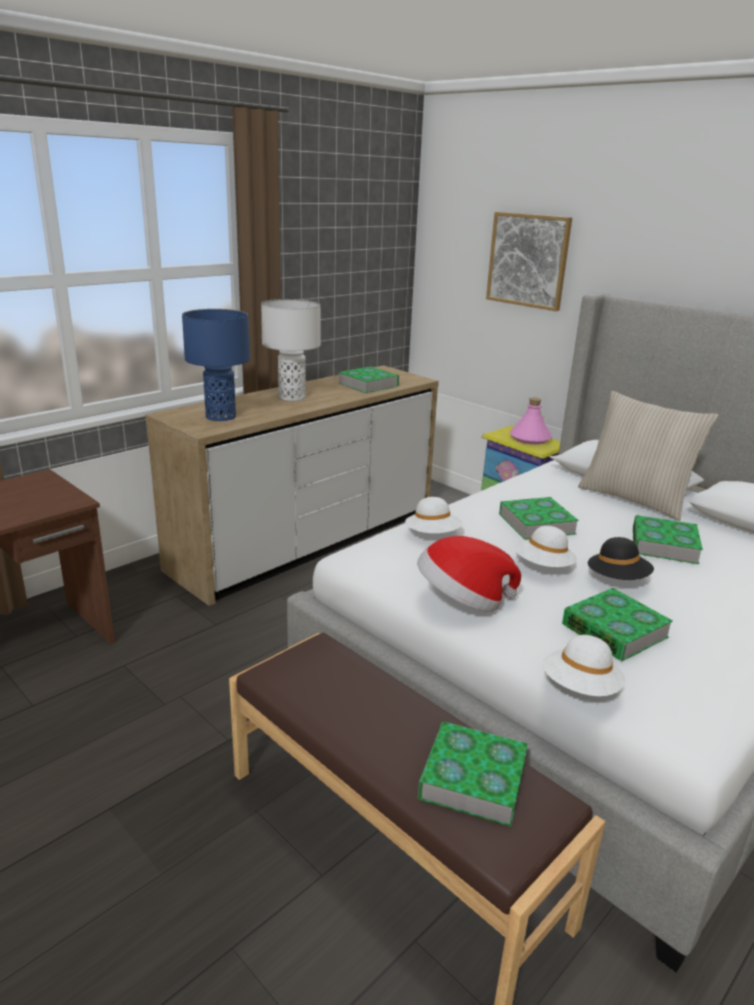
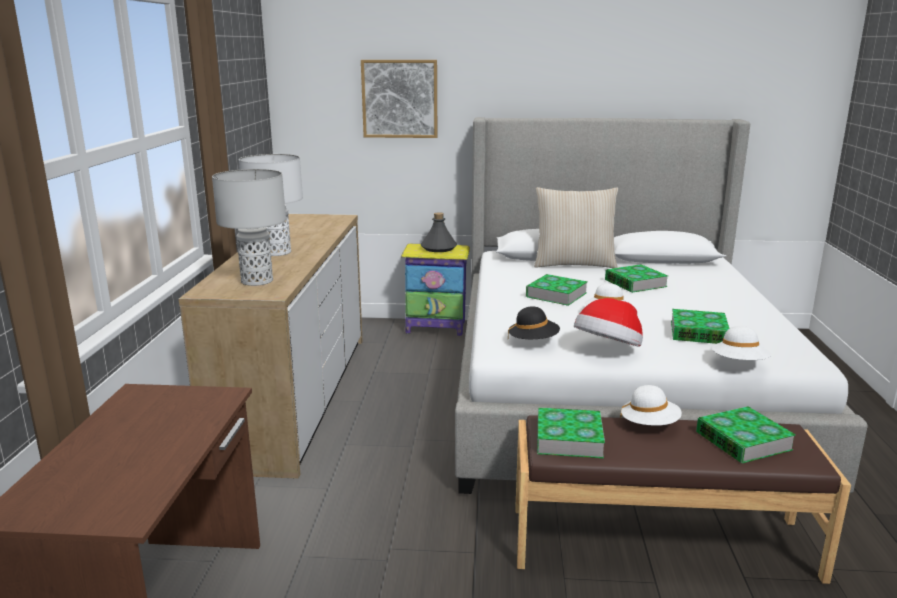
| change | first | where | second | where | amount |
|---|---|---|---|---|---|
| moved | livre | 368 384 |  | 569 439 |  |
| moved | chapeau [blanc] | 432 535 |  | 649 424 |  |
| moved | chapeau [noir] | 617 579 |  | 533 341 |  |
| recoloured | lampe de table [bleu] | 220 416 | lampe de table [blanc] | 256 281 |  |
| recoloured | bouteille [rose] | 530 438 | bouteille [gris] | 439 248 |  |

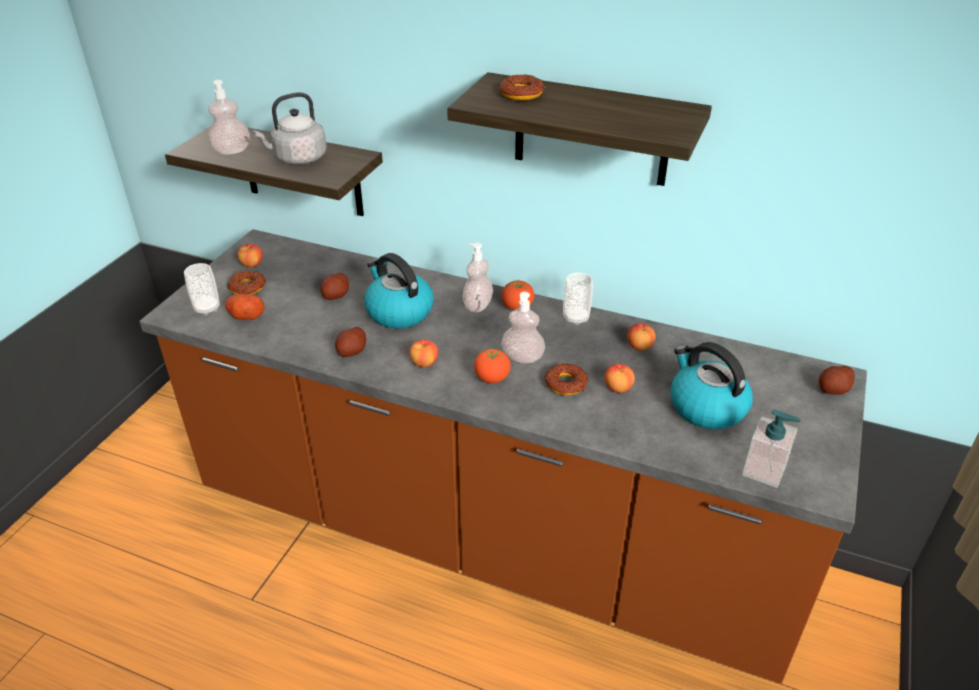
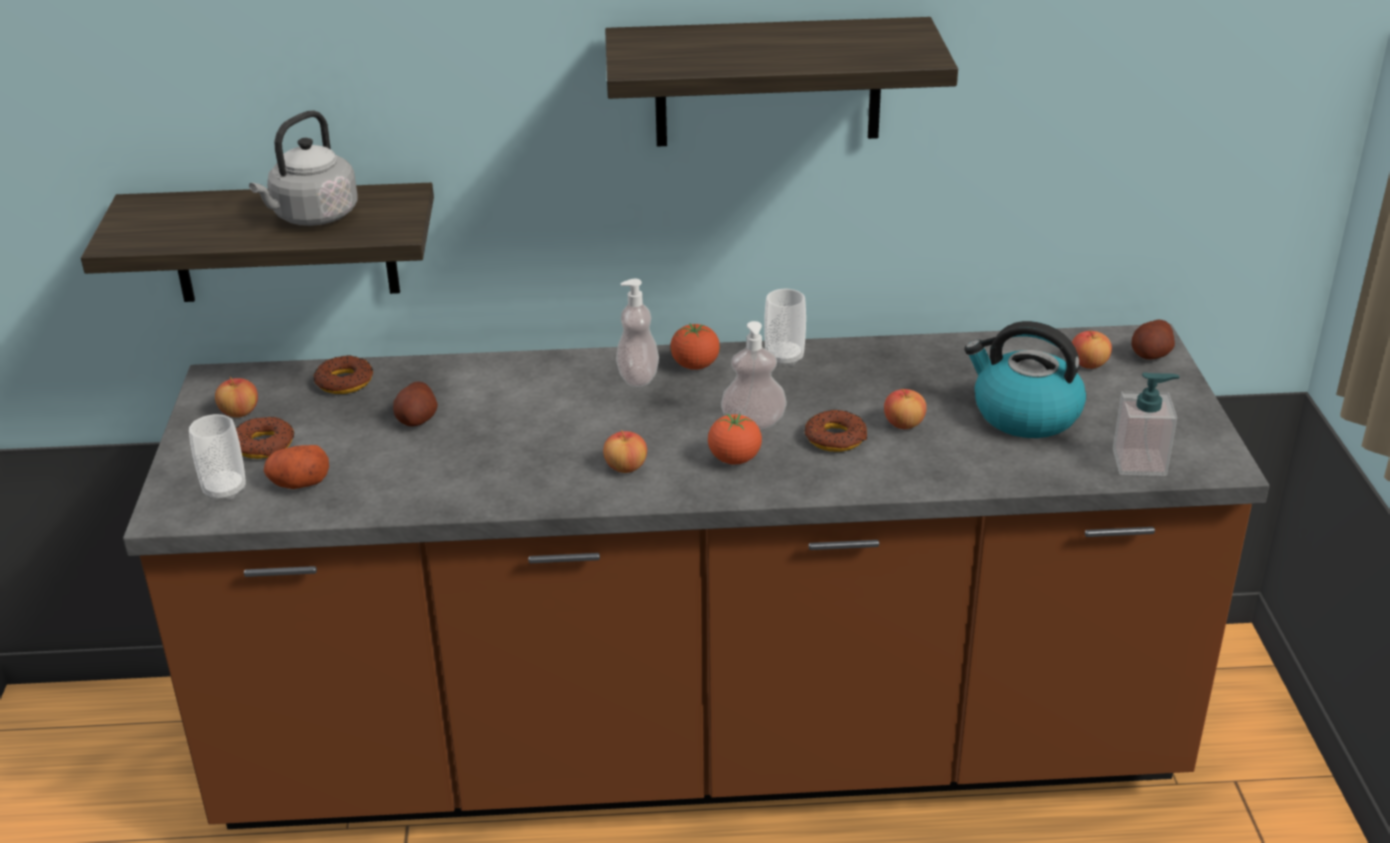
| change | first | where | second | where | amount |
|---|---|---|---|---|---|
| removed | distributeur de savon | 232 151 |  |  |  |
| removed | pomme de terre | 352 352 |  |  |  |
| removed | bouilloire | 398 312 |  |  |  |
| moved | beignet | 521 93 |  | 344 382 |  |
| moved | pomme | 639 346 |  | 1088 364 |  |

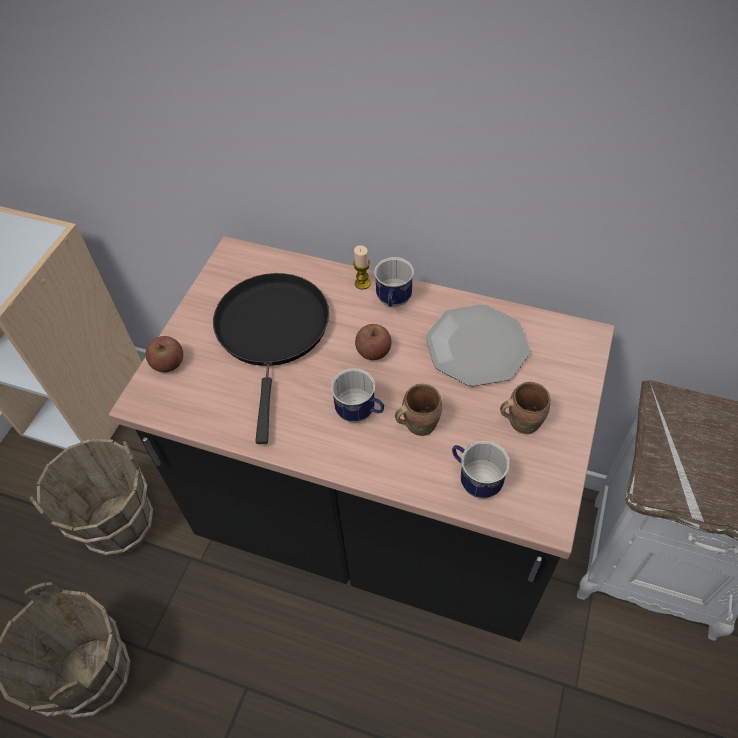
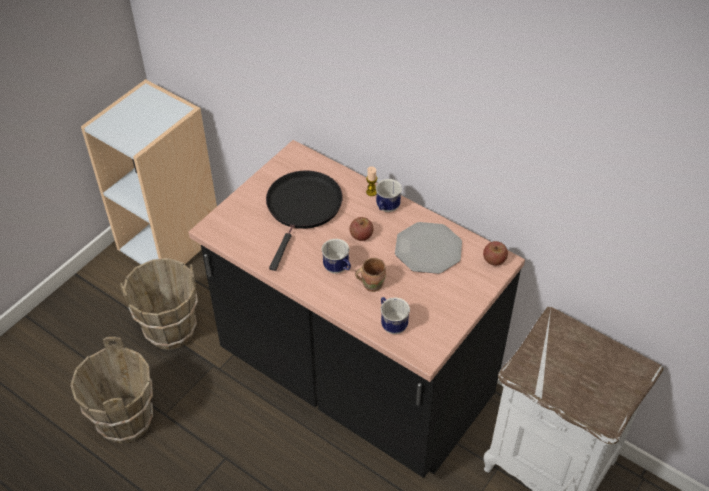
| change | first | where | second | where | amount |
|---|---|---|---|---|---|
| removed | mug [marron] | 522 420 |  |  |  |
| moved | pomme | 168 363 |  | 494 260 |  |

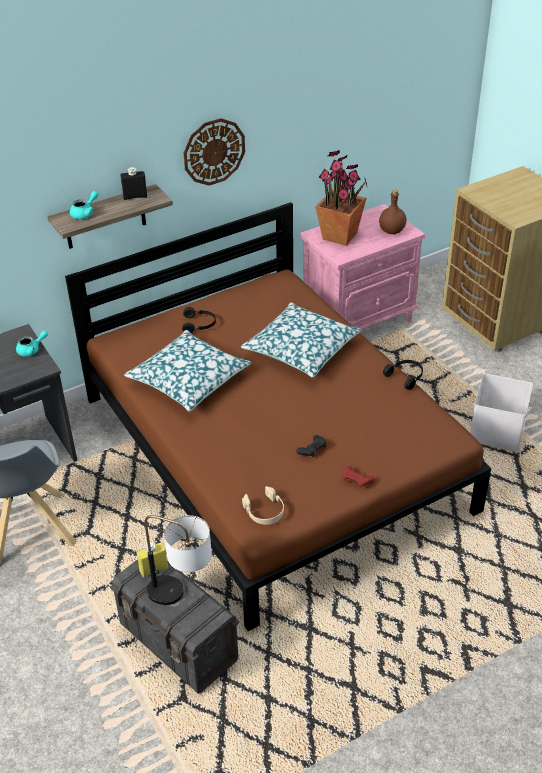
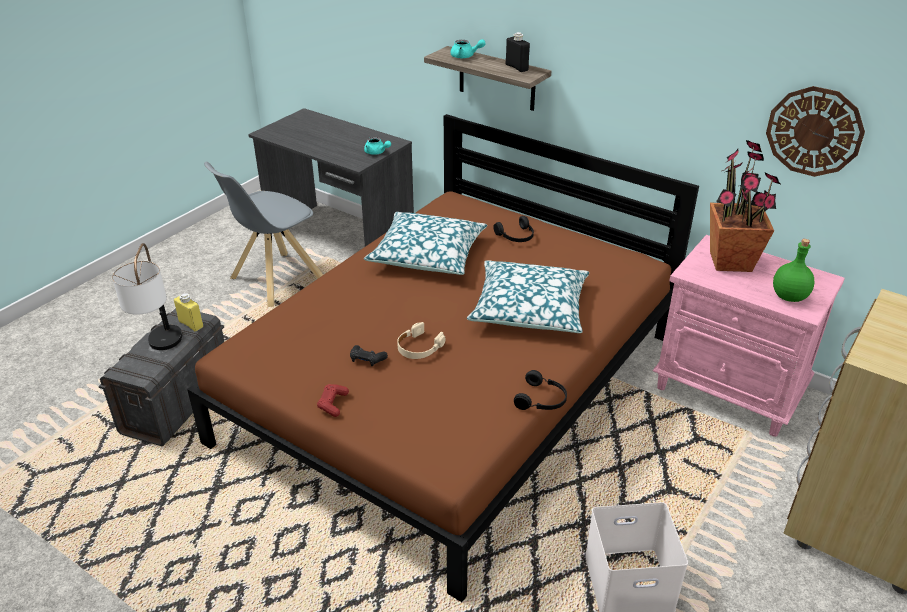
| change | first | where | second | where | amount |
|---|---|---|---|---|---|
| moved | horloge murale | 214 151 |  | 814 131 |  |
| moved | casque audio [beige] | 264 511 |  | 419 347 |  |
| recoloured | bouteille [marron] | 392 231 | bouteille [vert] | 789 297 |  |

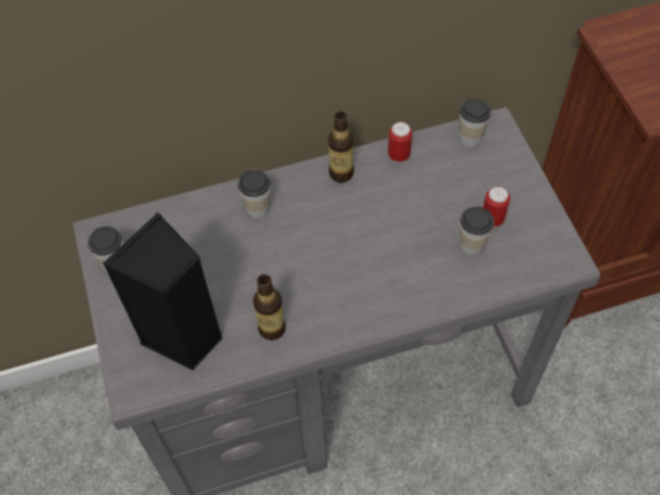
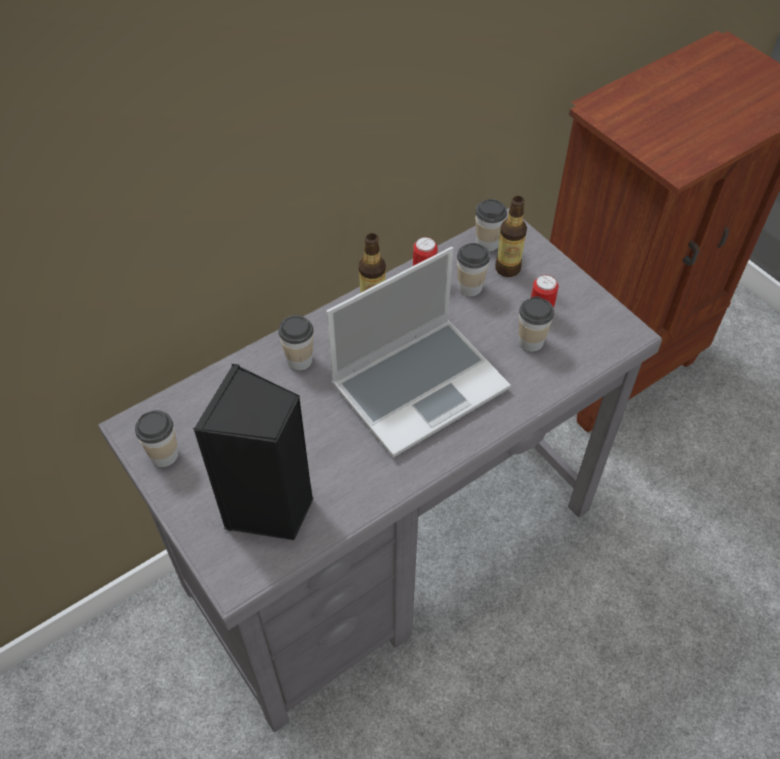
| change | first | where | second | where | amount |
|---|---|---|---|---|---|
| added |  |  | ordinateur portable | 420 385 |  |
| added |  |  | tasse | 470 287 |  |
| moved | bouteille | 272 328 |  | 507 268 |  |

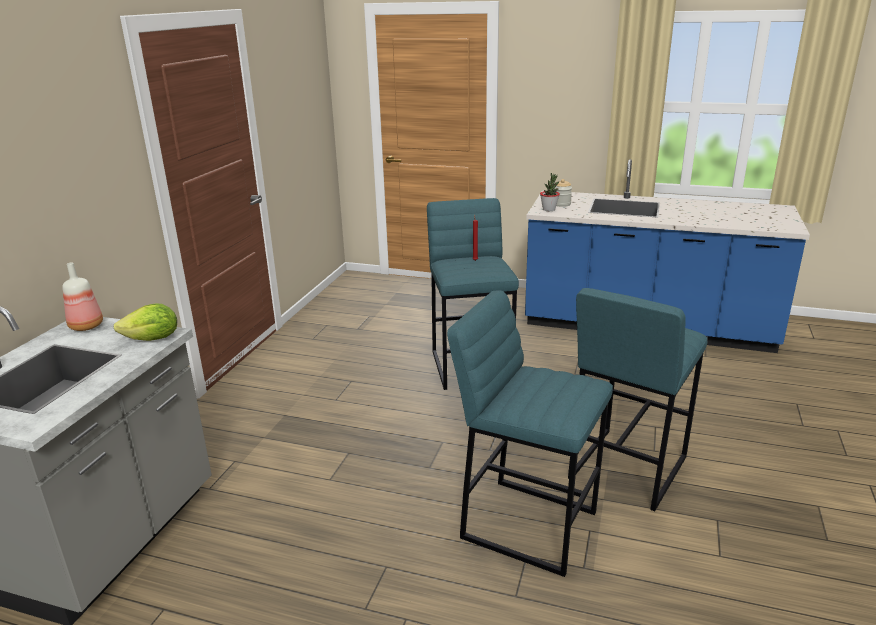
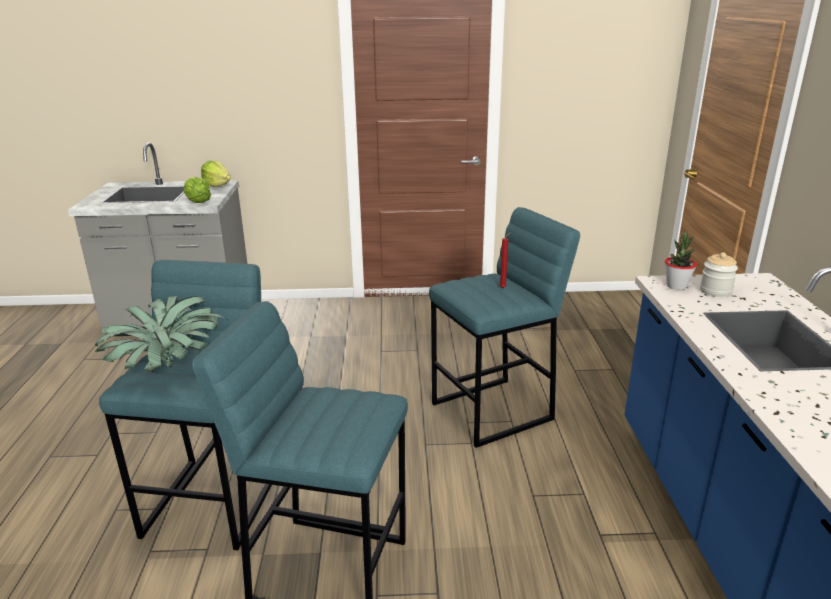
| change | first | where | second | where | amount |
|---|---|---|---|---|---|
| added |  |  | plante en pot | 167 369 |  |
| replaced | bouteille | 85 326 | laitue | 217 185 |  |

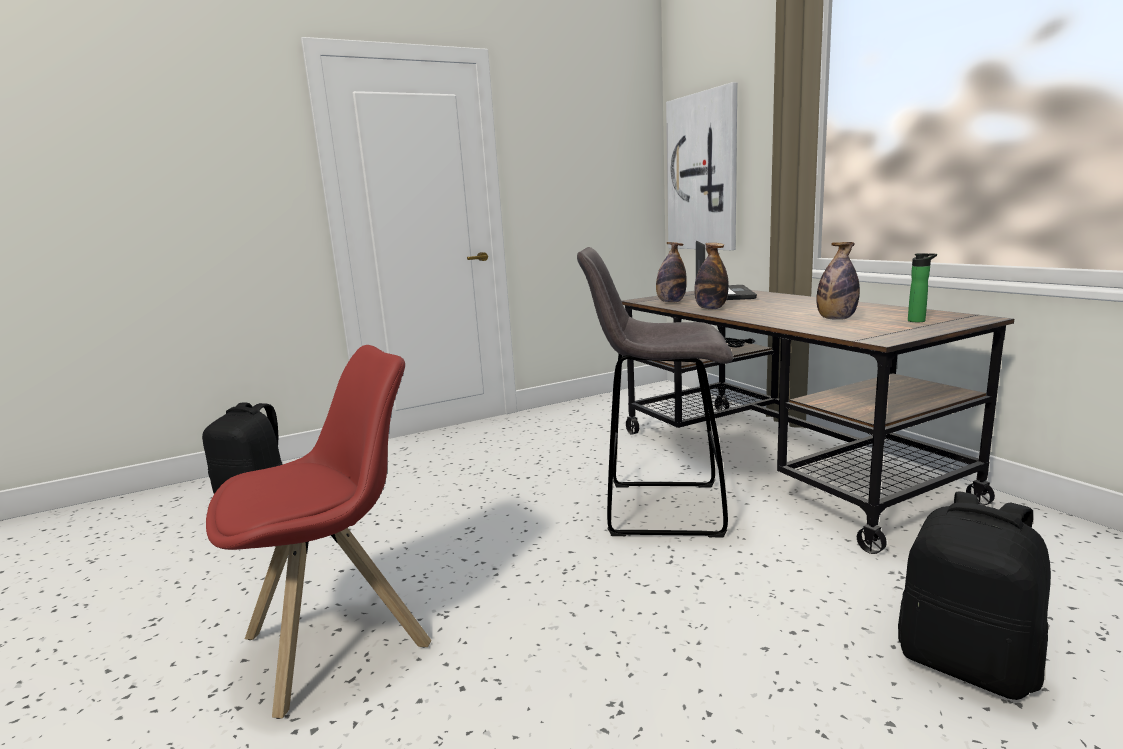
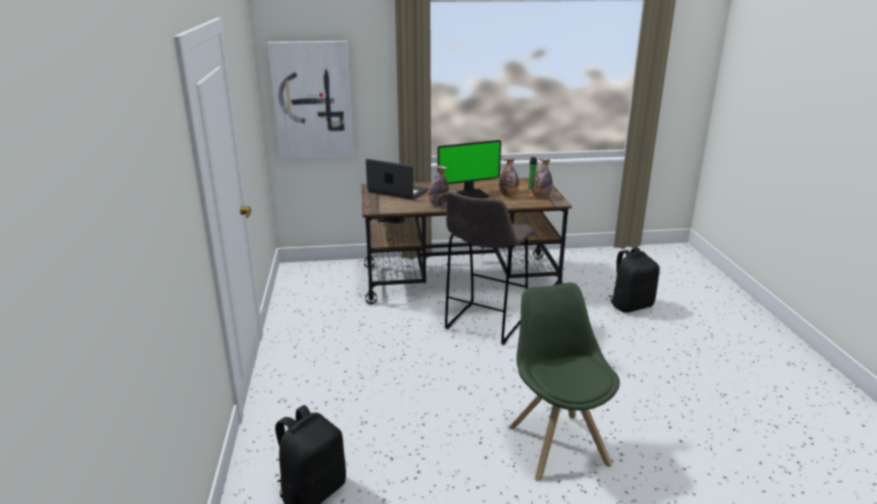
| change | first | where | second | where | amount |
|---|---|---|---|---|---|
| added |  |  | écran d'ordinateur | 472 194 |  |
| moved | bouteille | 671 302 |  | 541 196 |  |
| recoloured | chaise [rouge] | 339 641 | chaise [vert] | 557 445 |  |

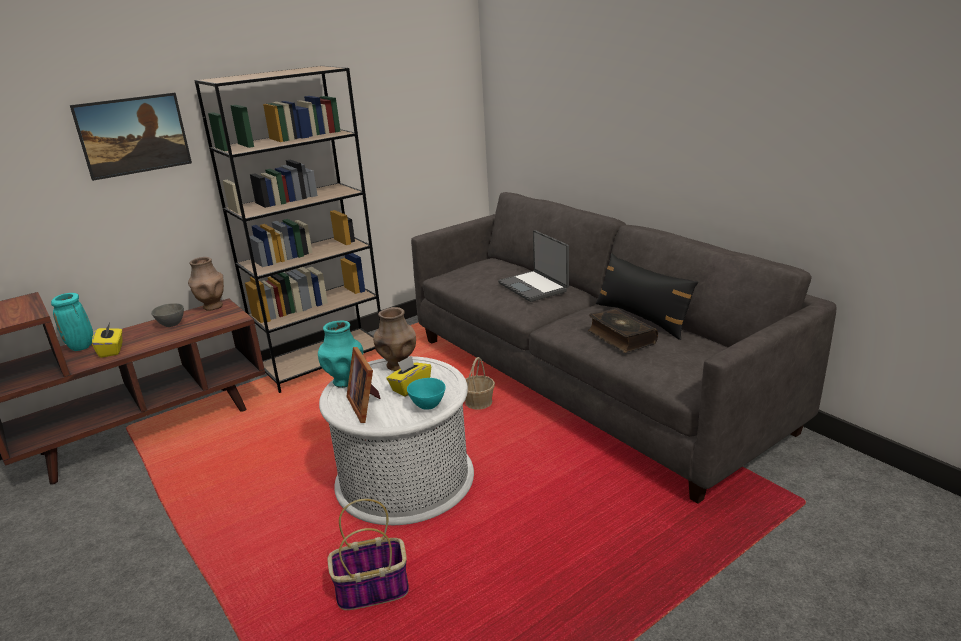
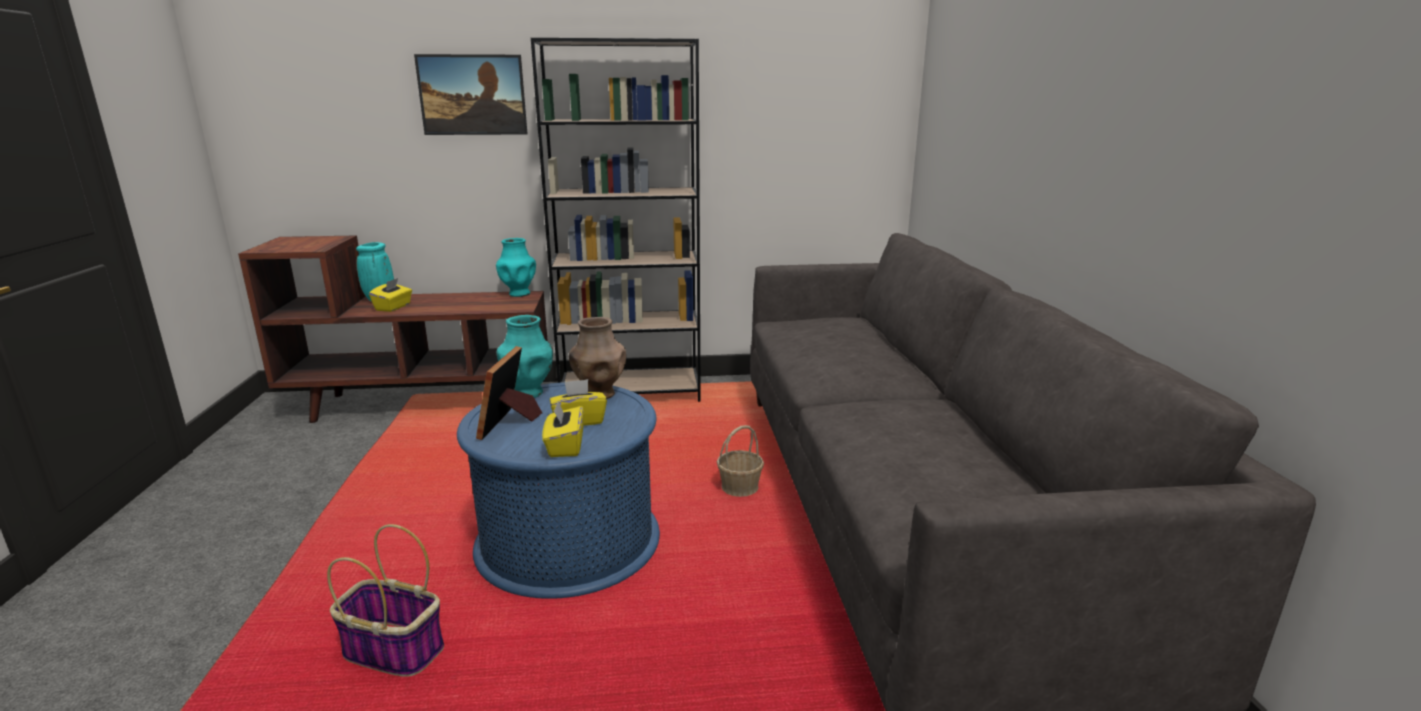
| change | first | where | second | where | amount |
|---|---|---|---|---|---|
| removed | bol [gris] | 171 325 |  |  |  |
| removed | ordinateur portable | 534 287 |  |  |  |
| removed | livre | 620 337 |  |  |  |
| removed | coussin [noir] | 642 318 |  |  |  |
| replaced | bol [turquoise] | 428 406 | boîte à mouchoirs [jaune] | 565 446 |  |
| recoloured | vase [marron] | 212 306 | vase [turquoise] | 519 294 |  |
| recoloured | table basse [blanc] | 405 478 | table basse [bleu] | 568 540 |  |

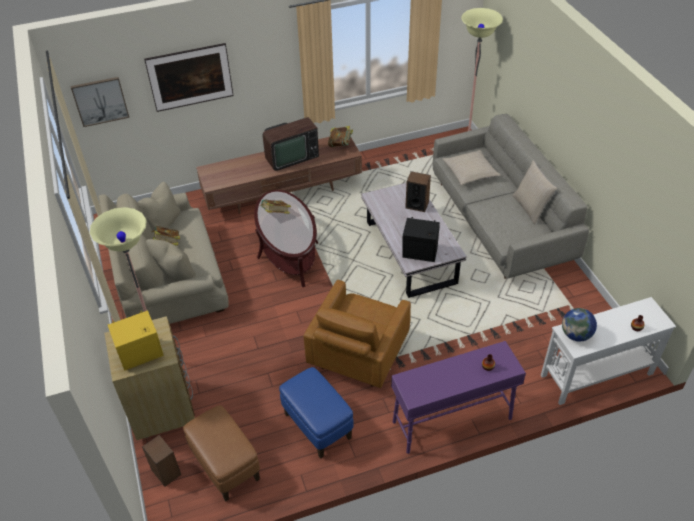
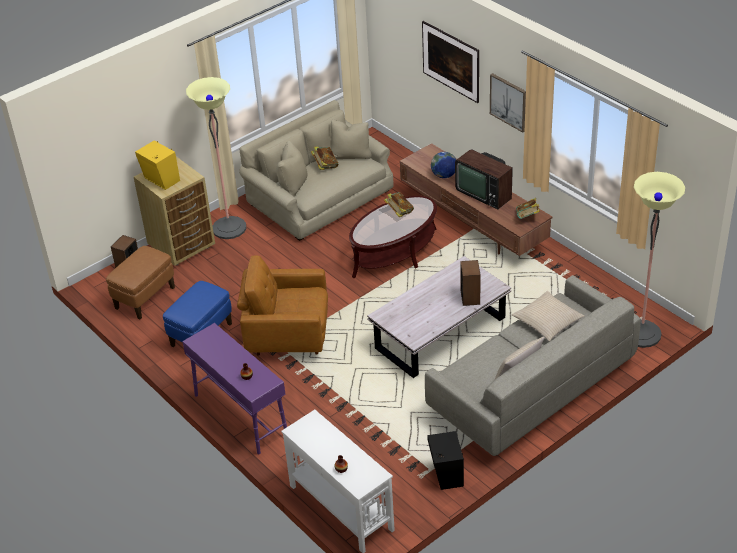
| change | first | where | second | where | amount |
|---|---|---|---|---|---|
| moved | tableau | 100 101 |  | 508 102 |  |
| moved | enceinte [noir] | 420 254 |  | 446 475 |  |
| moved | globe | 576 335 |  | 444 175 |  |

